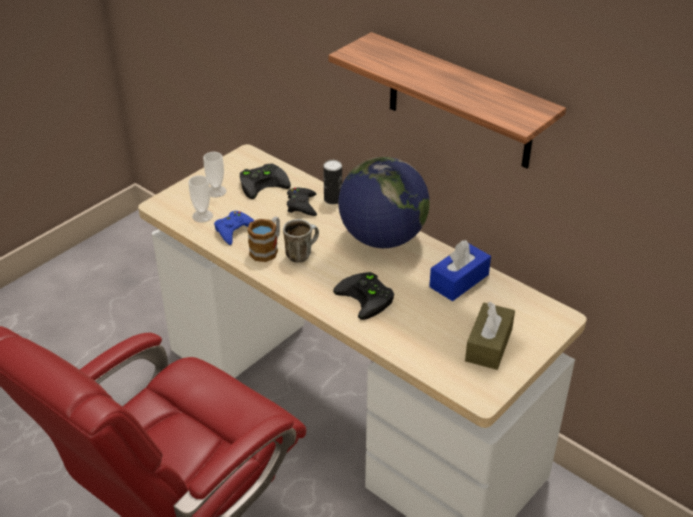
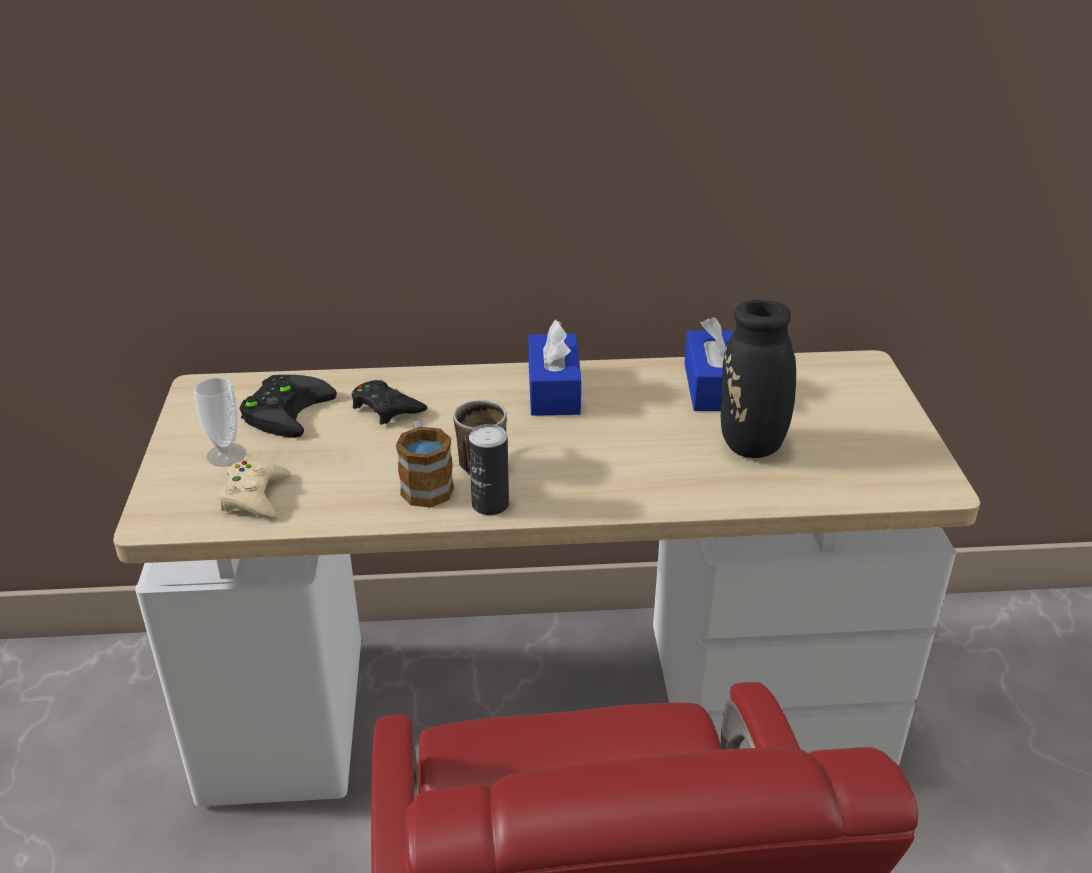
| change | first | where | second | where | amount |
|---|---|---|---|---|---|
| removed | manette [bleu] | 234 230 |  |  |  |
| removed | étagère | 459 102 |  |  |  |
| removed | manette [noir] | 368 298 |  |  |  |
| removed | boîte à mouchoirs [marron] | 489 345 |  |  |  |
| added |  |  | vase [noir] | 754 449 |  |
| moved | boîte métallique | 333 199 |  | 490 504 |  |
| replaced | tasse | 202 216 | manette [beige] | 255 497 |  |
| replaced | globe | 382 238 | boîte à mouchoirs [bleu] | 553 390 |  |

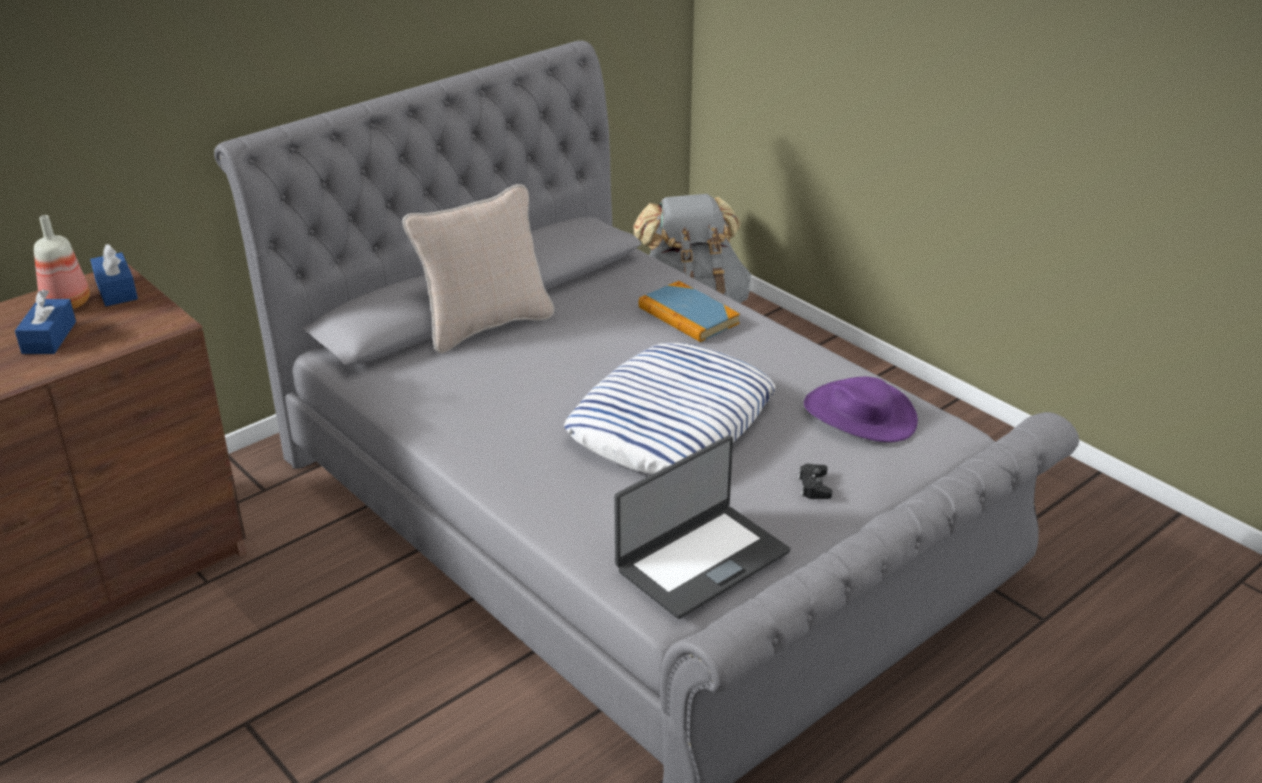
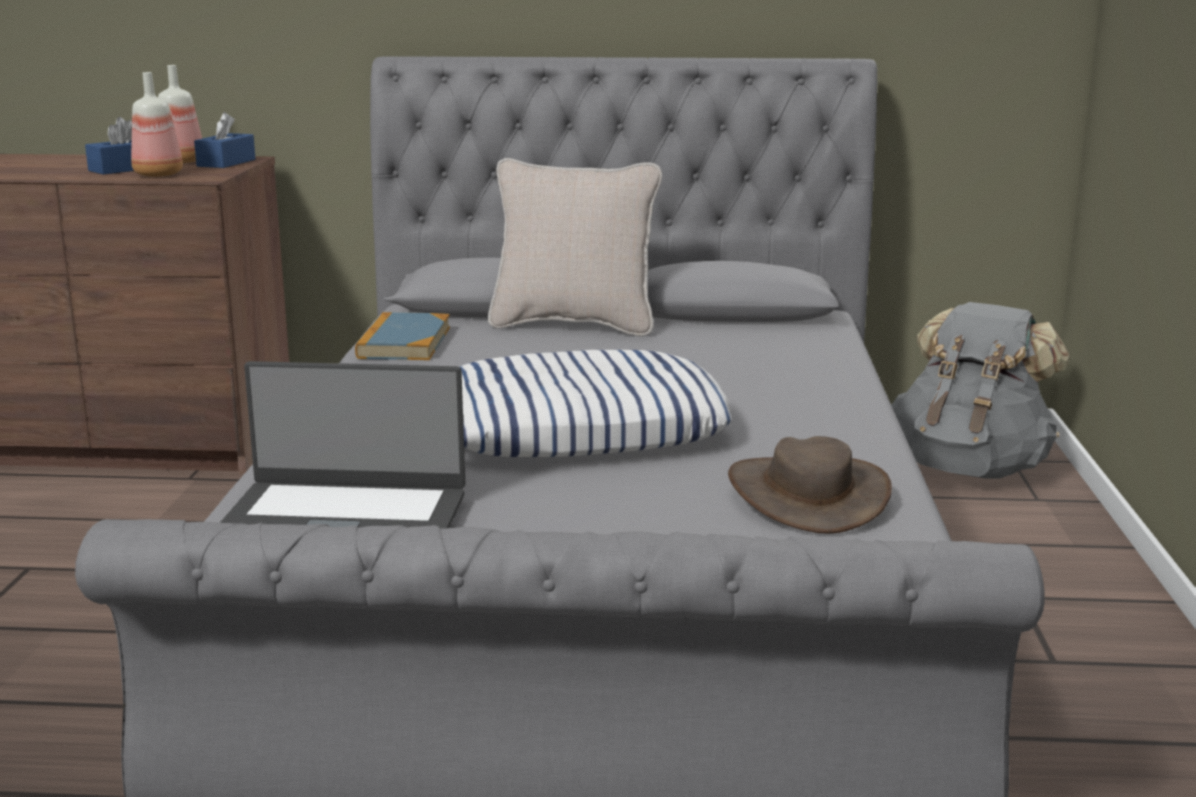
| change | first | where | second | where | amount |
|---|---|---|---|---|---|
| removed | manette [noir] | 814 486 |  |  |  |
| added |  |  | bouteille | 159 174 |  |
| moved | livre | 688 315 |  | 404 342 |  |
| recoloured | chapeau [violet] | 860 414 | chapeau [marron] | 808 495 |  |

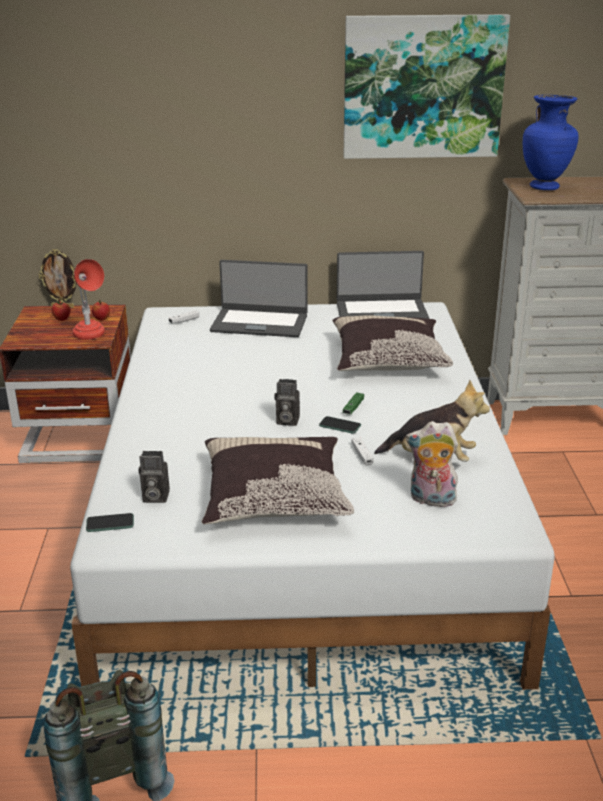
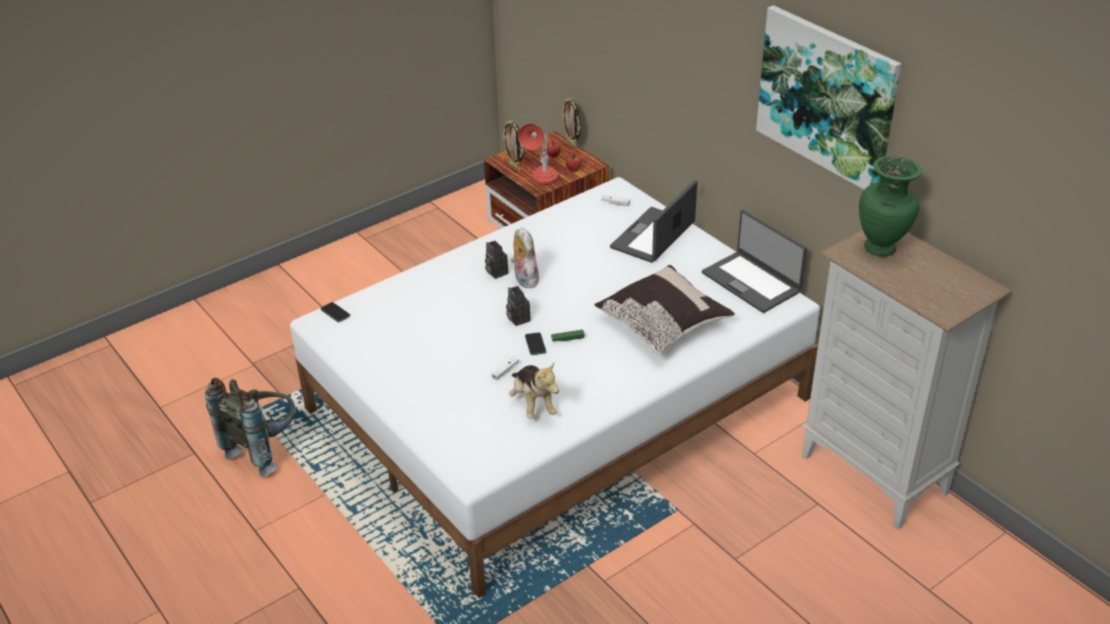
| change | first | where | second | where | amount |
|---|---|---|---|---|---|
| removed | coussin | 275 498 |  |  |  |
| added |  |  | cadre photo | 515 168 |  |
| moved | appareil photo | 154 497 |  | 495 272 |  |
| moved | peluche | 431 500 |  | 524 279 |  |
| recoloured | vase [bleu] | 545 187 | vase [vert] | 881 248 |  |
| turned | ordinateur portable | 259 323 |  | 654 236 | 60 degrees clockwise |

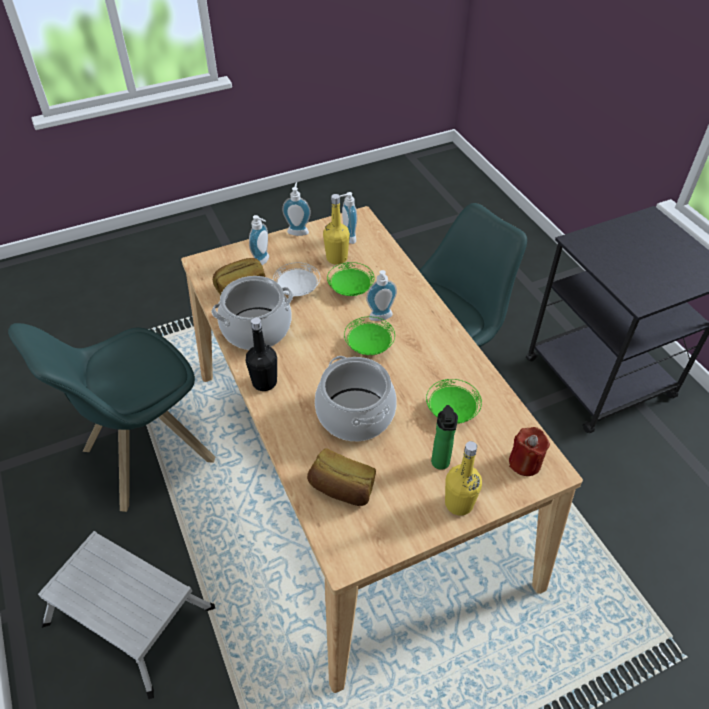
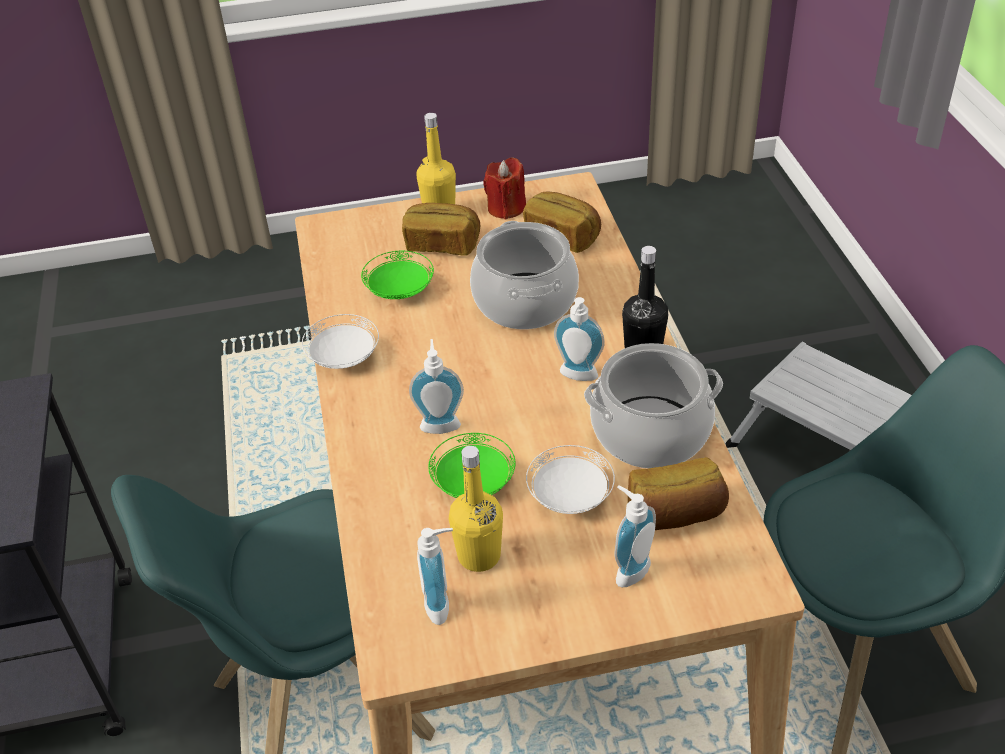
| change | first | where | second | where | amount |
|---|---|---|---|---|---|
| removed | assiette [vert] | 369 346 |  |  |  |
| added |  |  | assiette [blanc] | 343 358 |  |
| moved | distributeur de savon | 298 231 |  | 577 377 |  |
| moved | bougie [rouge] | 525 462 |  | 506 208 |  |
| replaced | bouteille | 440 464 | pain | 442 244 |  |

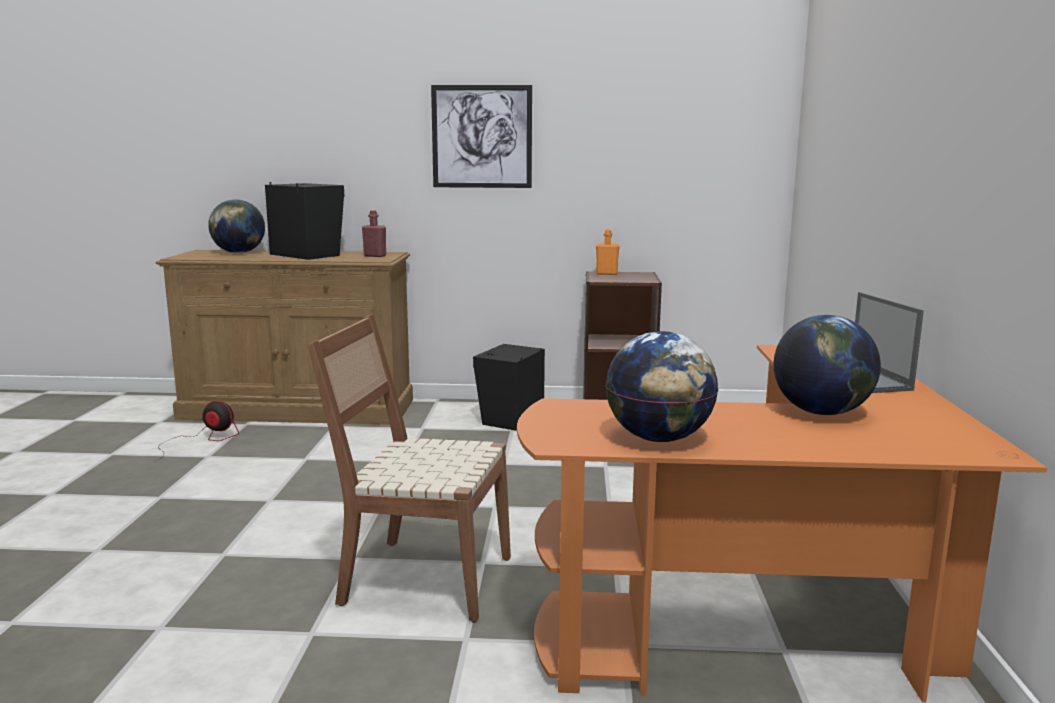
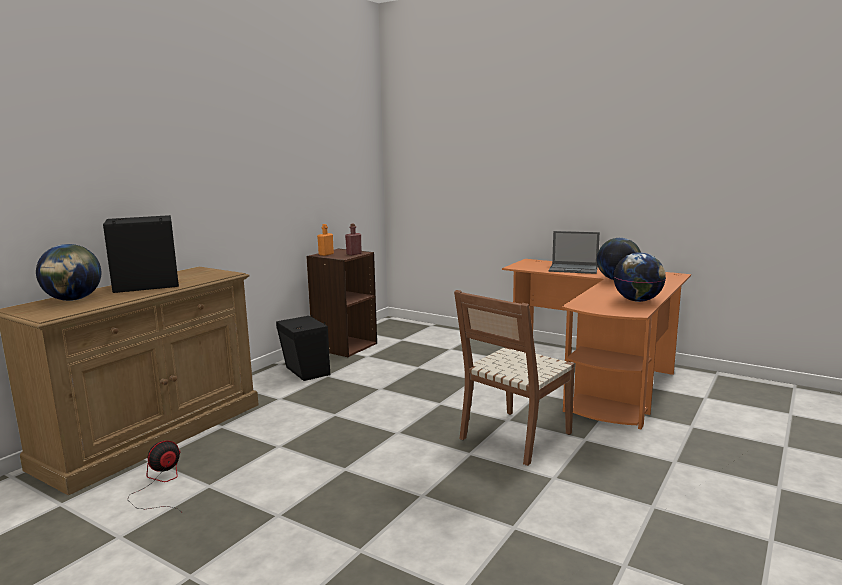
| change | first | where | second | where | amount |
|---|---|---|---|---|---|
| removed | tableau | 482 137 |  |  |  |
| moved | bouteille [rouge] | 375 256 |  | 354 254 |  |

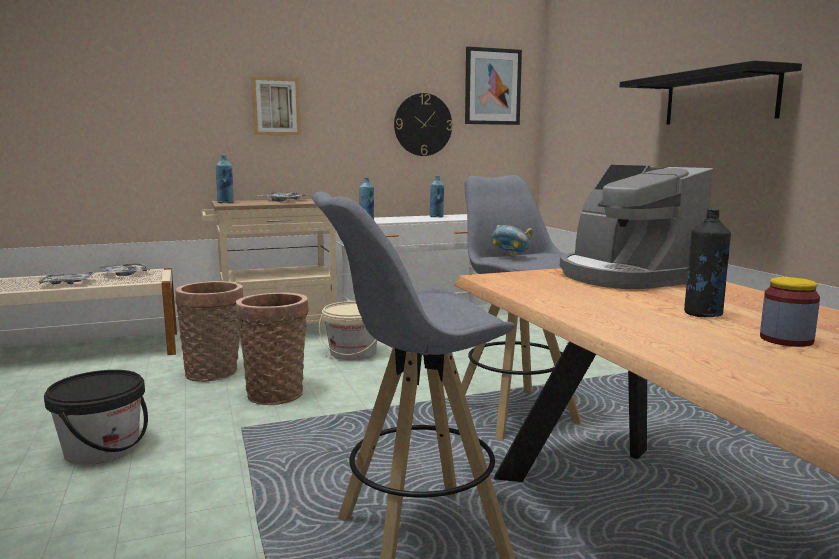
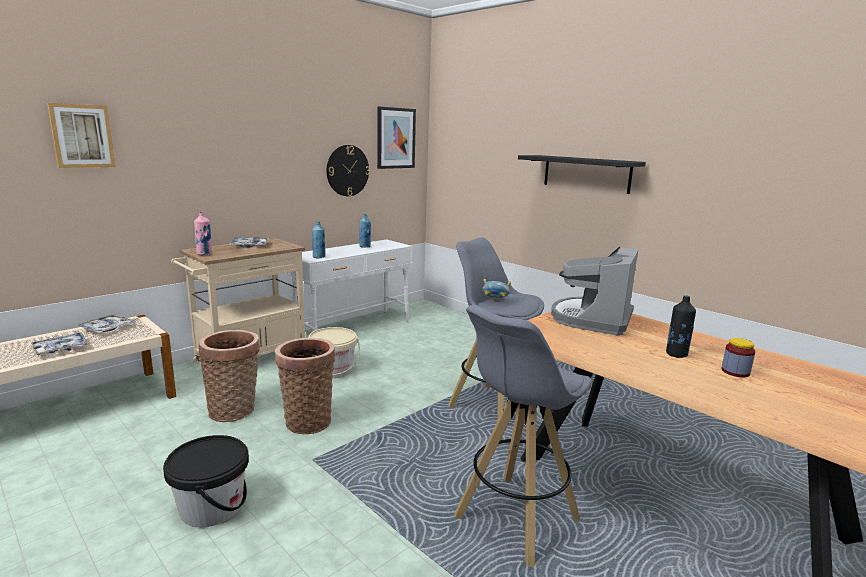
| change | first | where | second | where | amount |
|---|---|---|---|---|---|
| moved | tableau | 276 106 |  | 82 136 |  |
| recoloured | bouteille [bleu] | 226 203 | bouteille [rose] | 204 254 |  |
| turned | machine à café | 624 276 |  | 592 319 | 75 degrees clockwise |

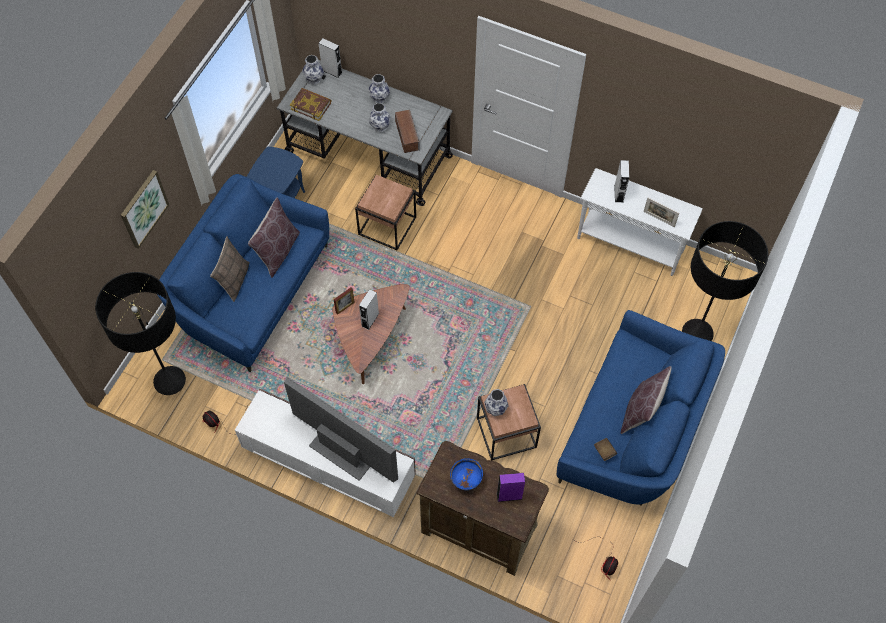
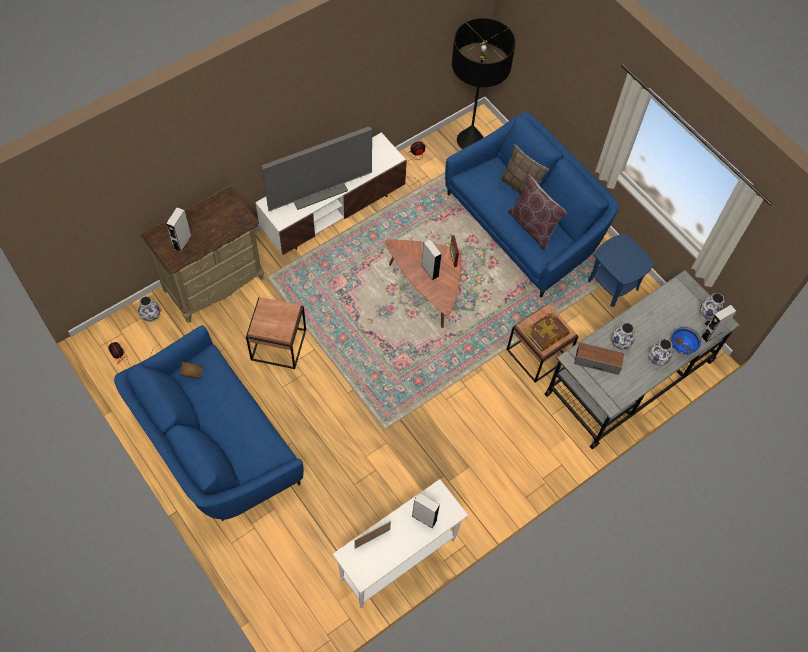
| change | first | where | second | where | amount |
|---|---|---|---|---|---|
| removed | tableau | 143 208 |  |  |  |
| removed | coussin [marron] | 641 411 |  |  |  |
| removed | lampadaire [noir] | 696 334 |  |  |  |
| moved | livre | 311 105 |  | 546 333 |  |
| moved | bol [bleu] | 466 480 |  | 681 347 |  |
| moved | vase | 495 409 |  | 151 316 |  |
| recoloured | enceinte [violet] | 509 496 | enceinte [gris] | 182 242 |  |

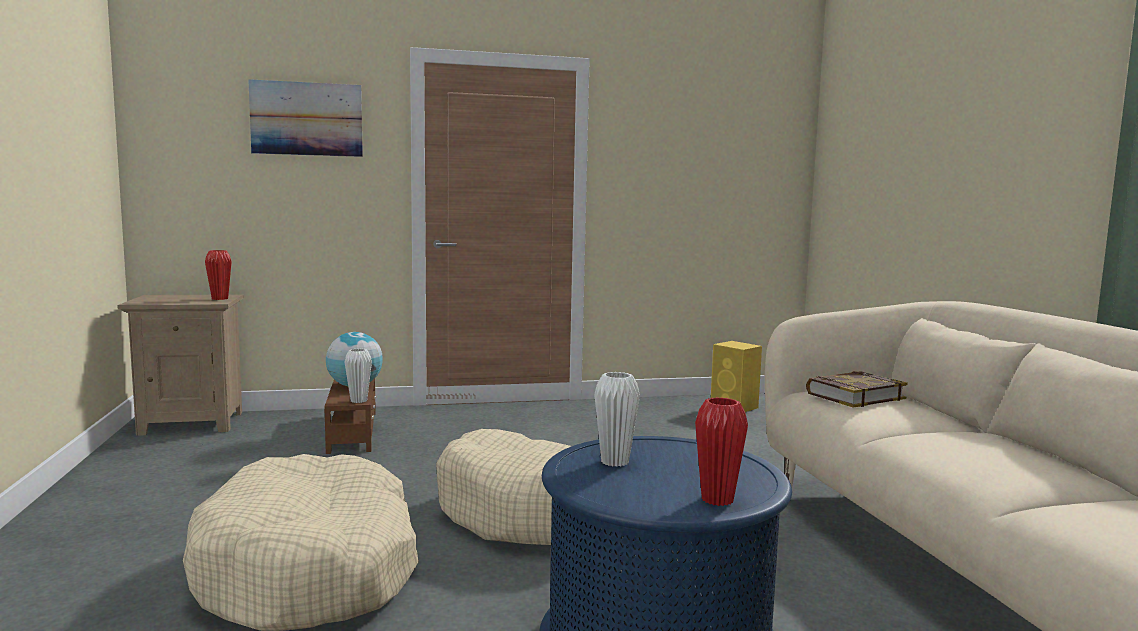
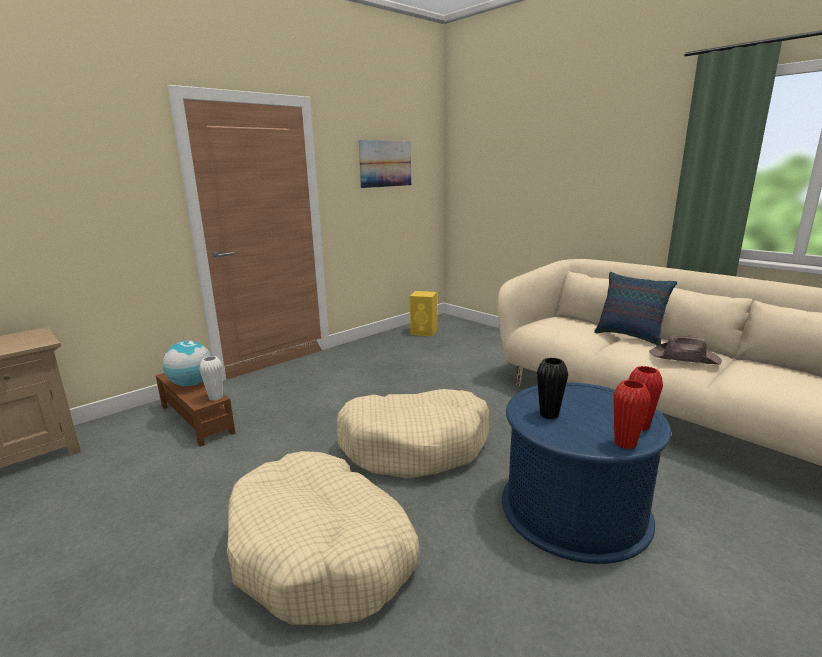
| change | first | where | second | where | amount |
|---|---|---|---|---|---|
| removed | livre | 854 396 |  |  |  |
| added |  |  | coussin [bleu] | 629 337 |  |
| added |  |  | chapeau [marron] | 685 358 |  |
| moved | vase [rouge] | 220 299 |  | 625 444 |  |
| moved | tableau | 307 119 |  | 385 164 |  |
| recoloured | vase [blanc] | 615 462 | vase [noir] | 549 415 |  |

